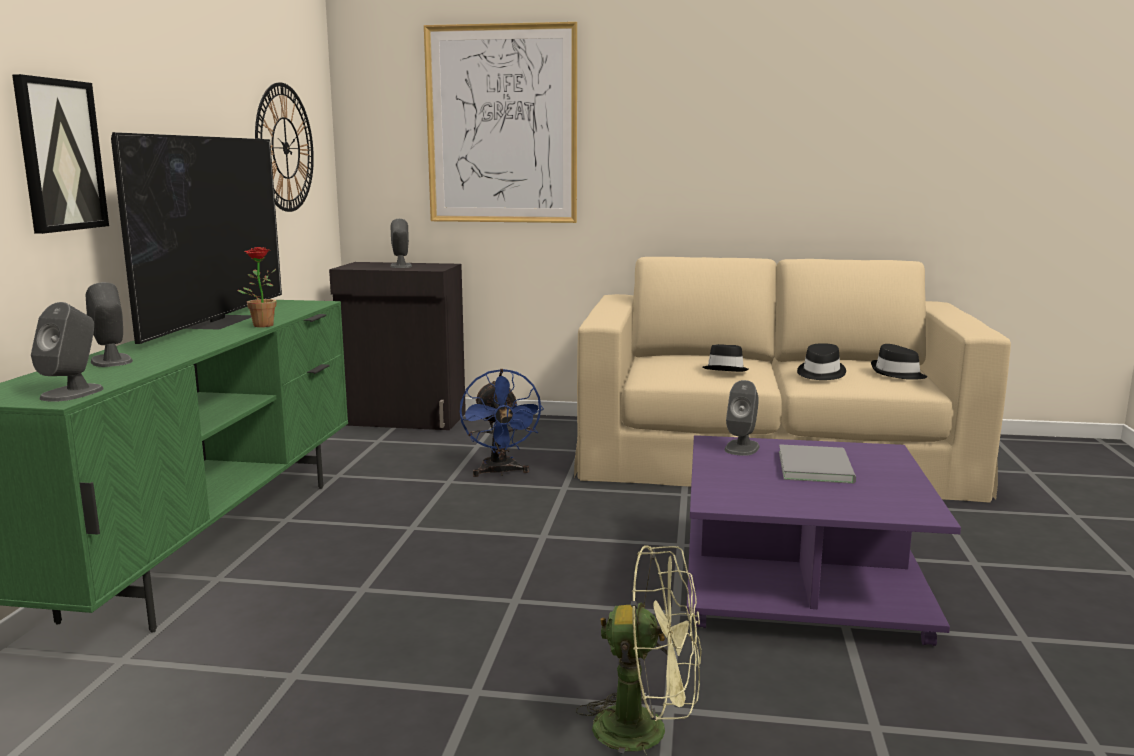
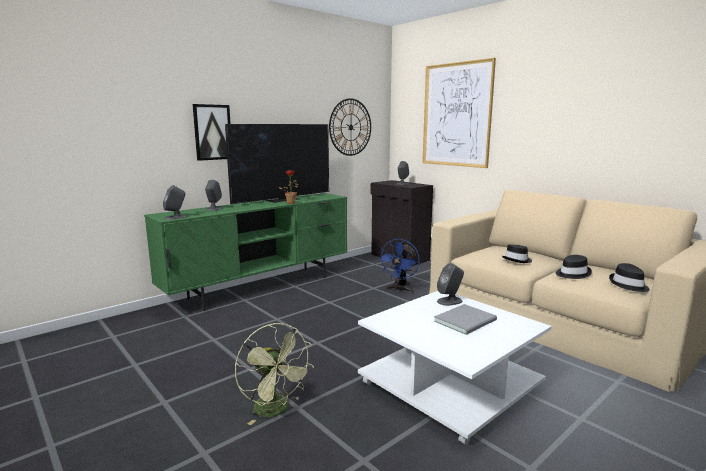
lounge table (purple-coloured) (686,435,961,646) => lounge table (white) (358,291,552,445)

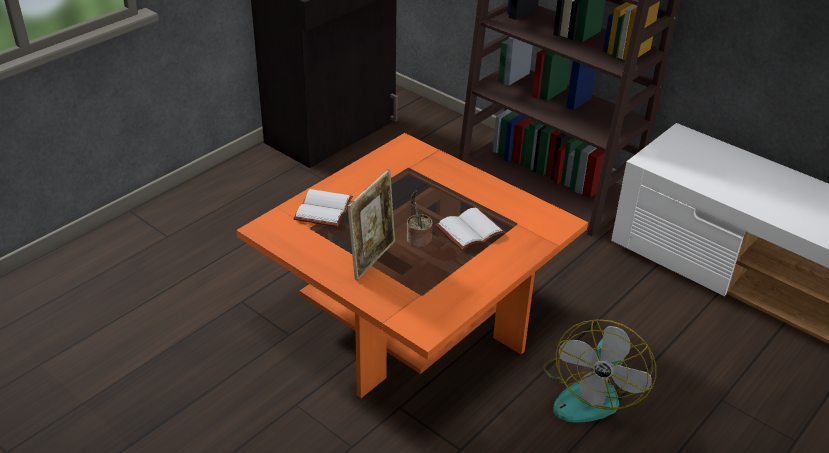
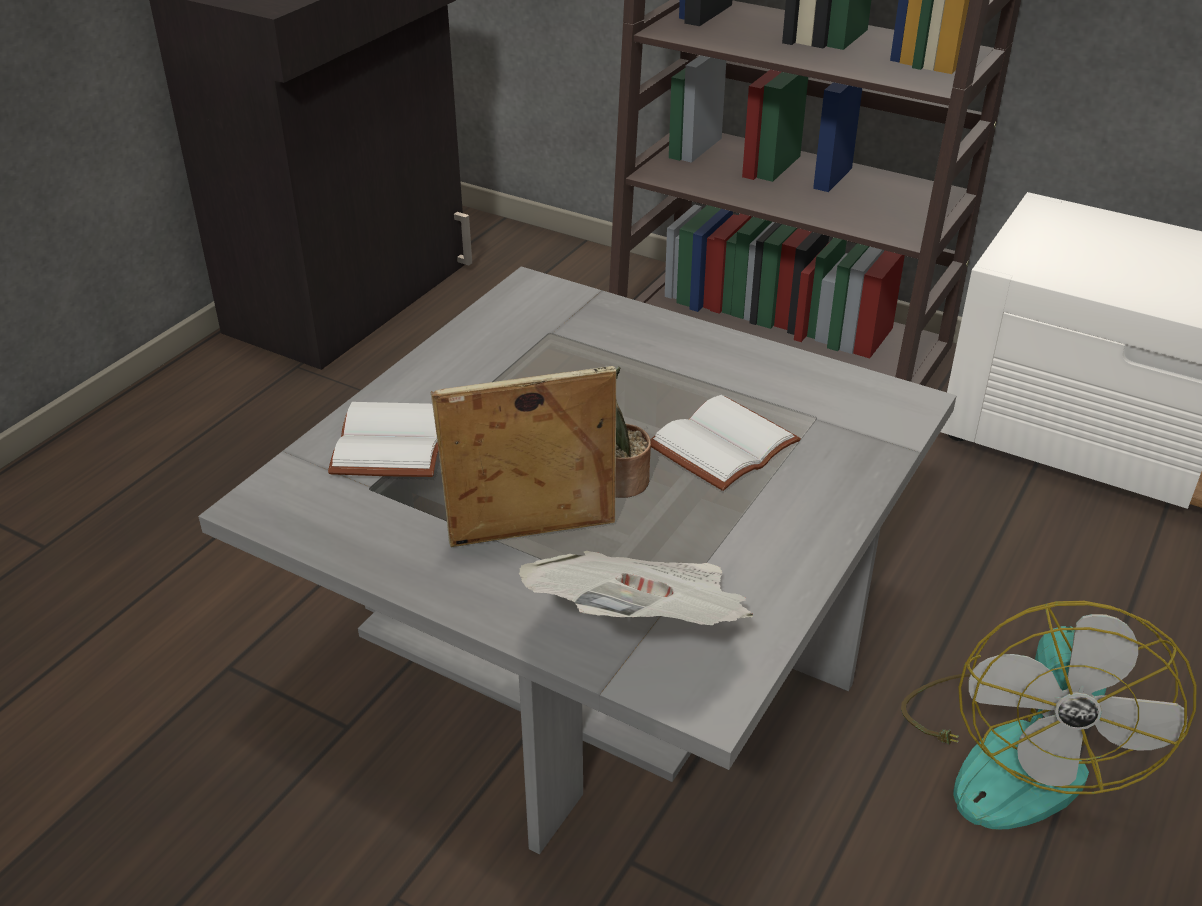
lounge table (orangey) (237,133,588,398) => lounge table (greyish) (198,266,957,854)
picture frame (348,169,395,281) => picture frame (430,366,616,547), 120 degrees counterclockwise
nothing => daily paper (519,551,753,625)

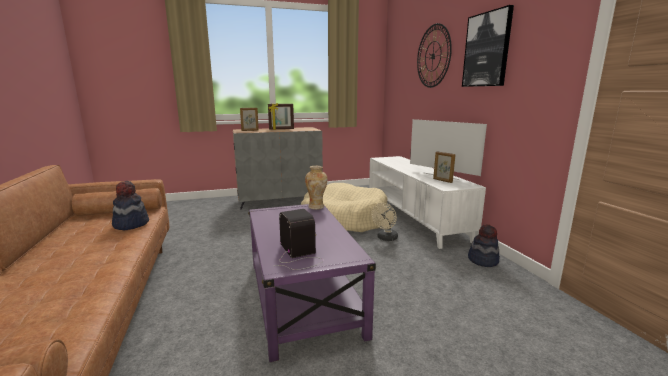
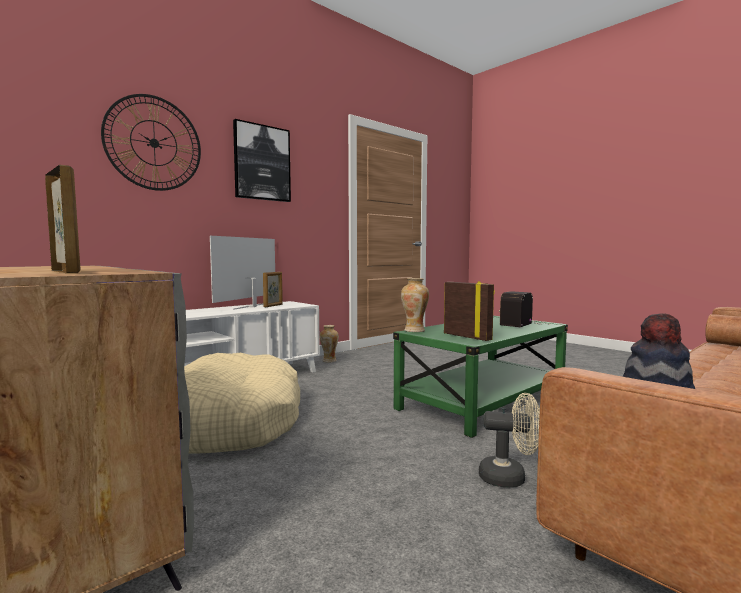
picture frame (268,103,294,130) => picture frame (444,281,495,341), relocated
cooling fan (beige) (372,203,398,241) => cooling fan (beige) (479,393,540,487), relocated
lounge table (purple-coloured) (248,204,376,362) => lounge table (green-coloured) (393,316,568,438)
clothing hat (468,224,500,267) => flower vase (320,325,339,363)

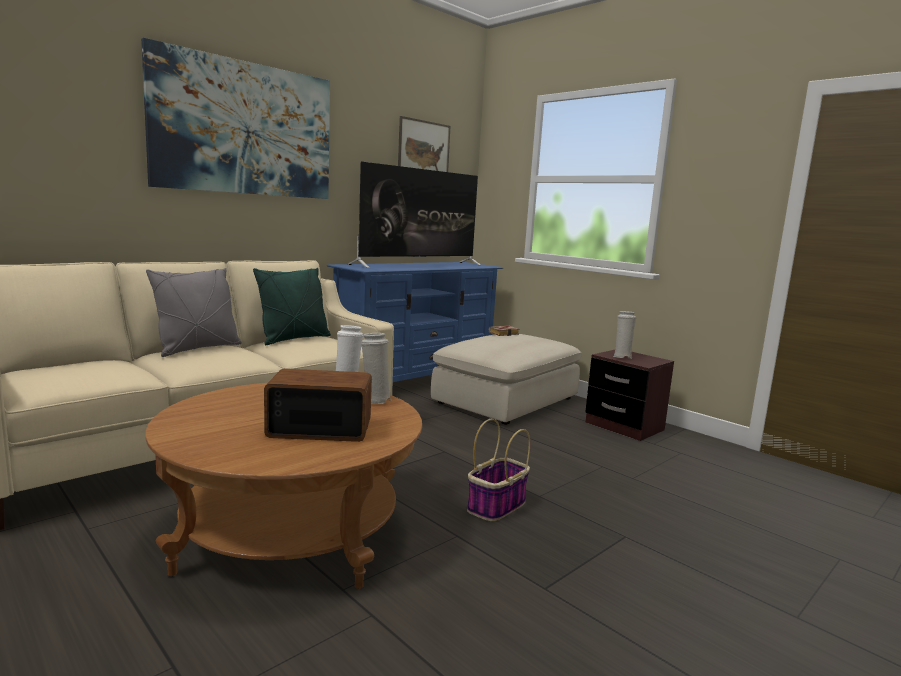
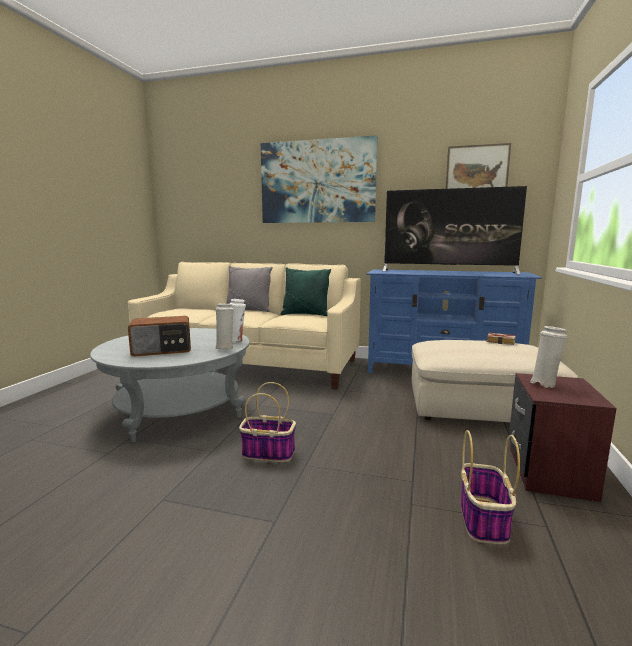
radio set (264,369,372,442) => radio set (128,316,191,357), 105 degrees clockwise
lounge table (brown) (145,383,422,589) => lounge table (greyish) (90,328,250,442)
nothing => basket (461,430,520,544)

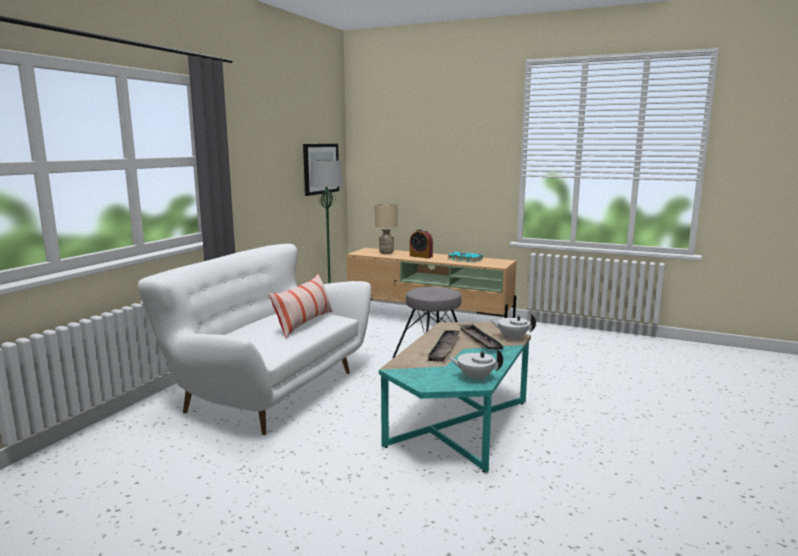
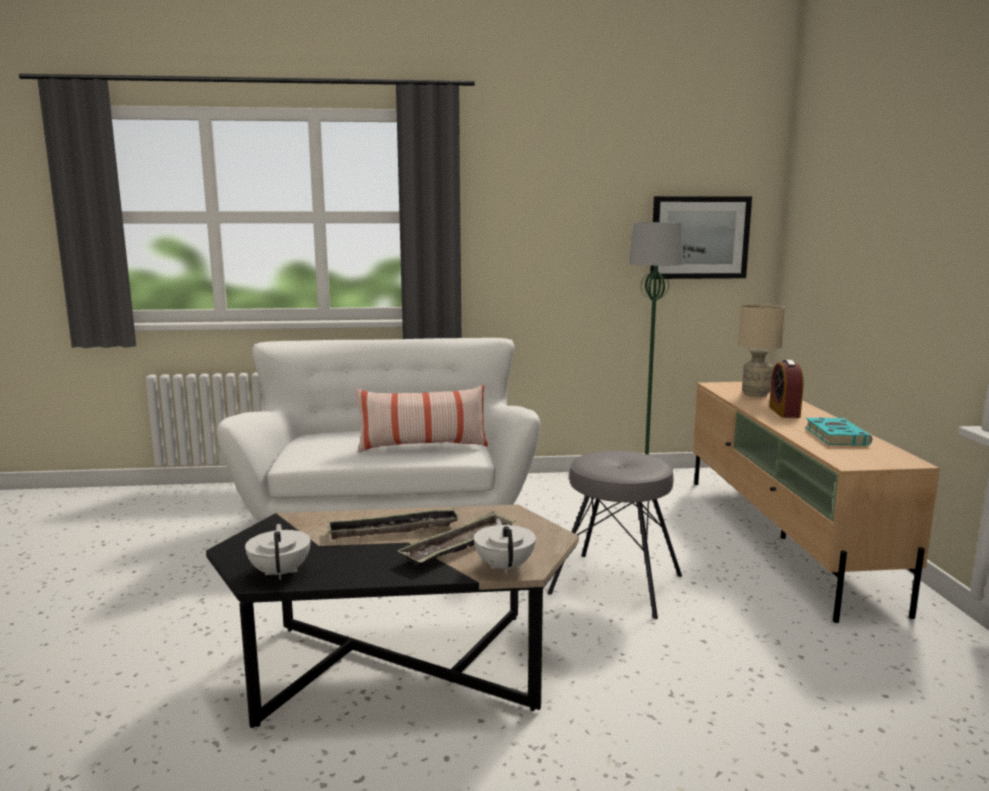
lounge table (turquoise-coloured) (379,321,531,473) => lounge table (blackish) (206,505,579,728)

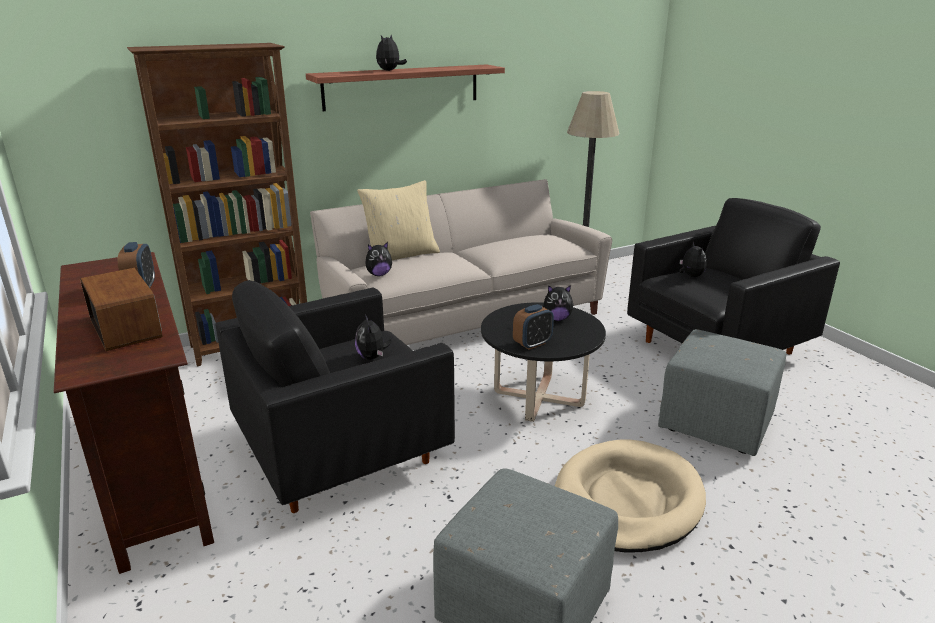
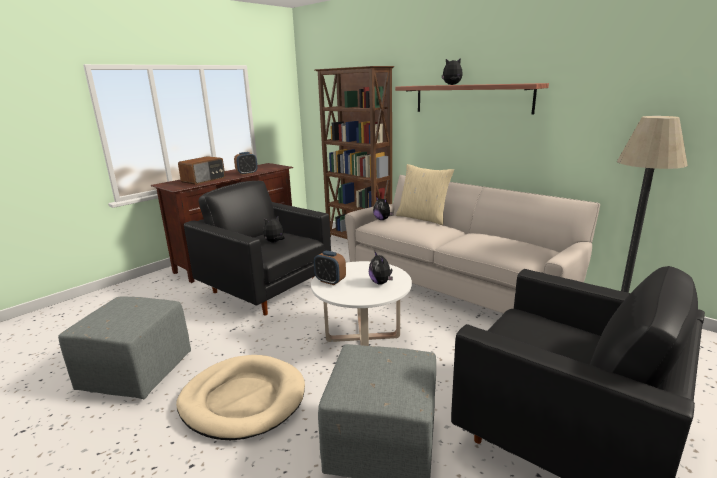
soft toy (679,241,706,277) => nothing
lounge table (blackish) (481,302,606,422) => lounge table (white) (311,261,412,346)

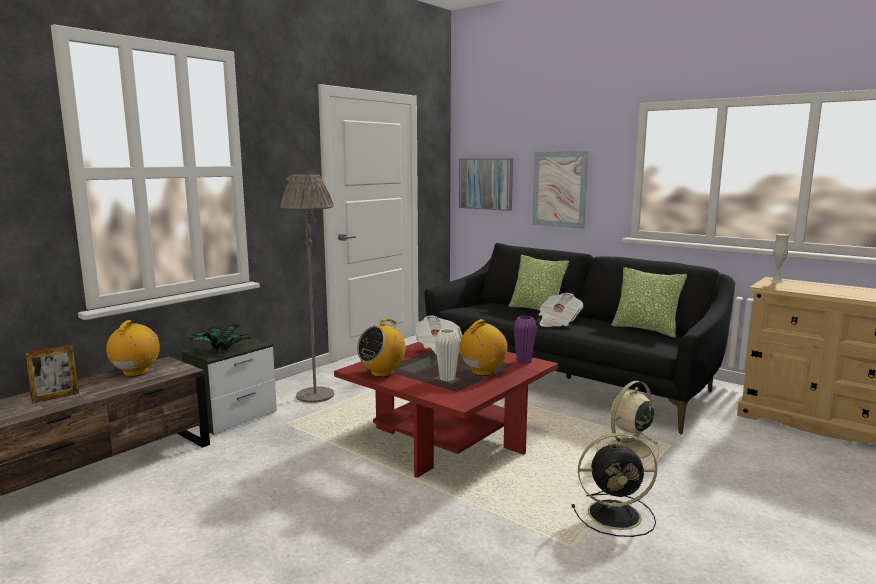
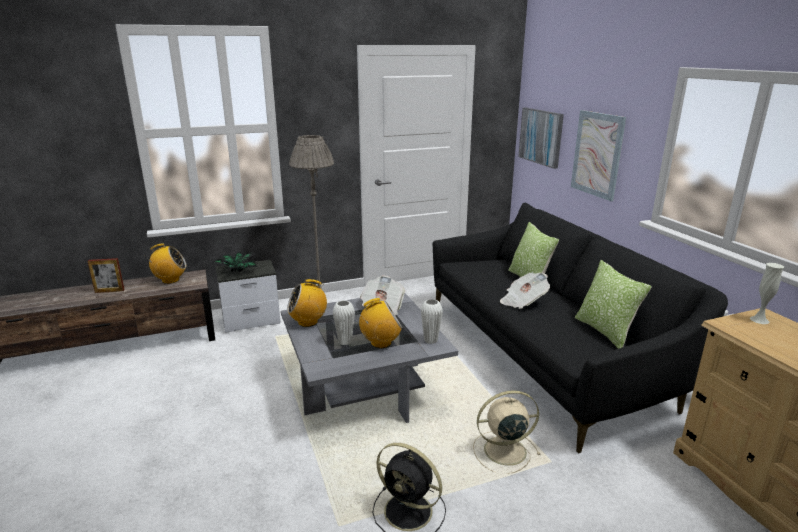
flower vase (purple-coloured) (514,316,537,364) => flower vase (white) (421,299,443,344)
radio set (106,320,160,377) => radio set (144,243,186,284), 45 degrees clockwise
lounge table (red-coloured) (334,342,558,478) => lounge table (greyish) (281,293,458,423)

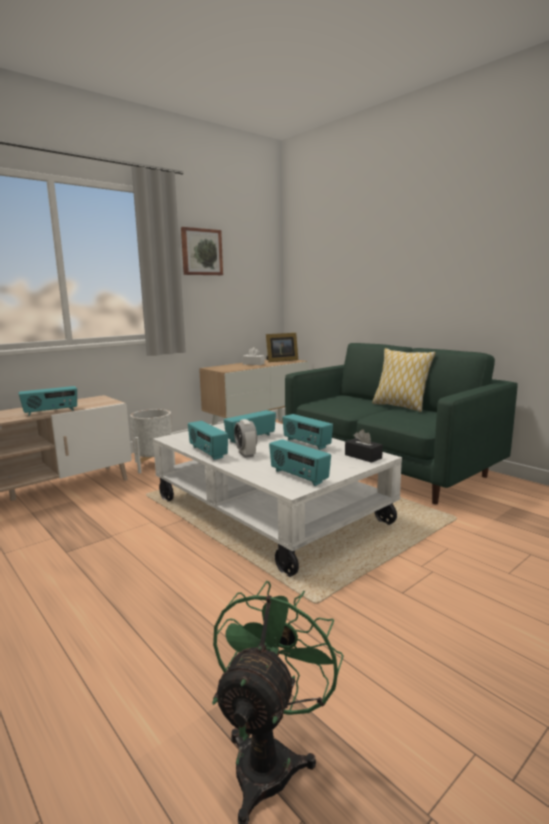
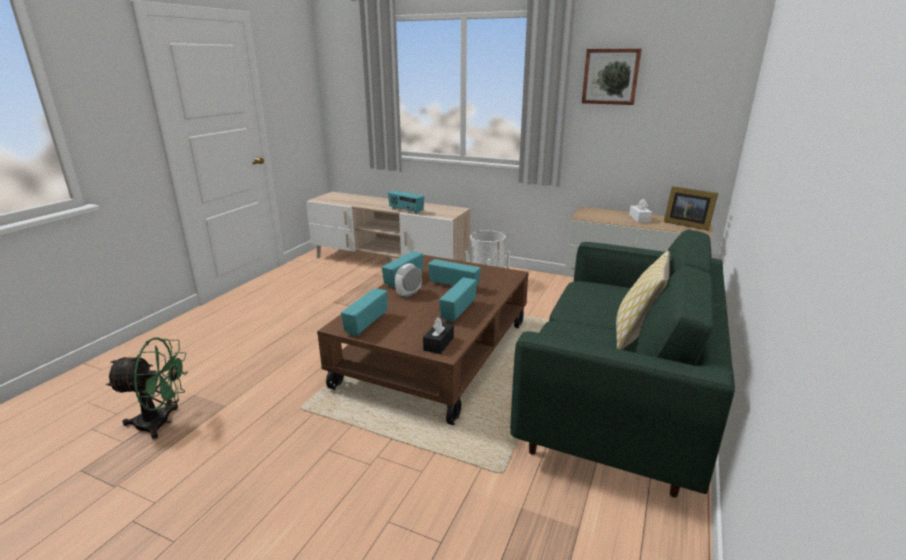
lounge table (white) (153,422,402,577) => lounge table (brown) (317,255,529,425)

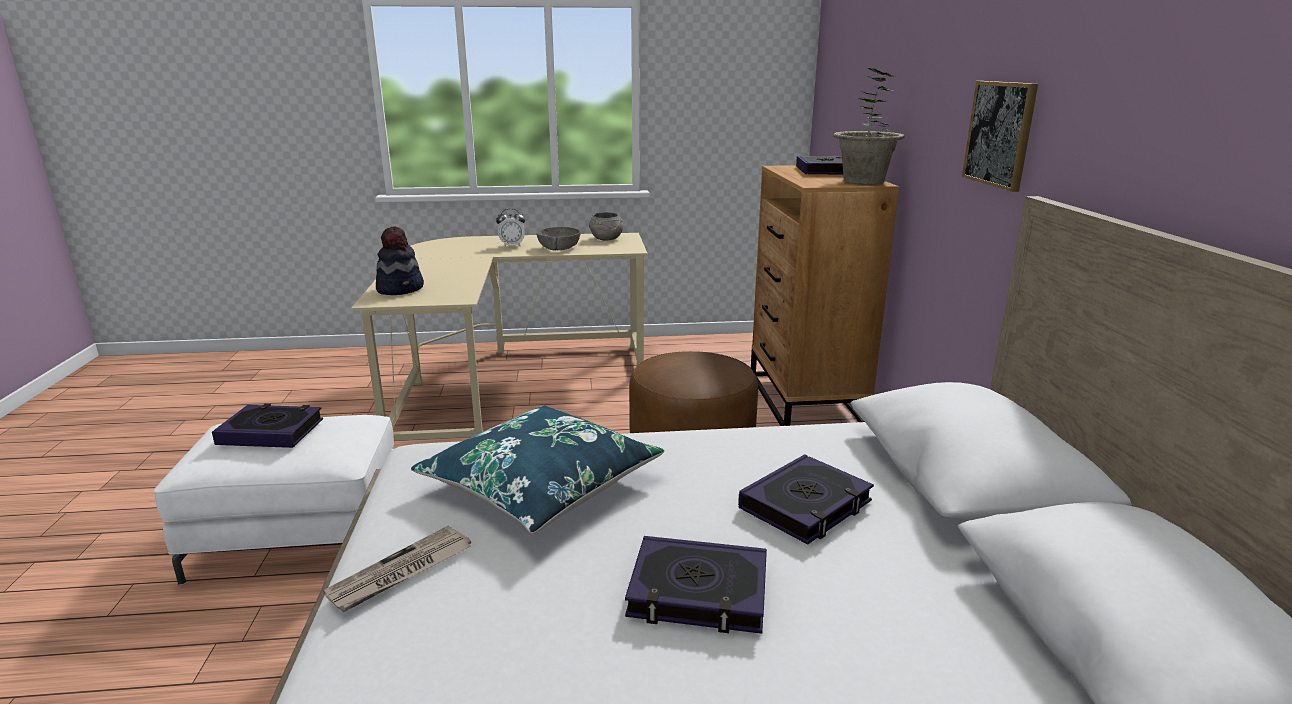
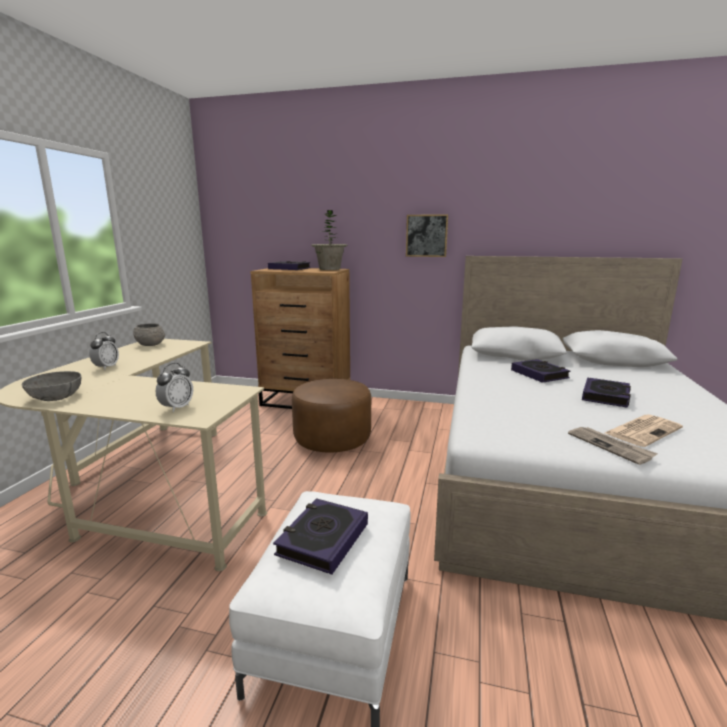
clothing hat (376,226,424,295) => alarm clock (156,363,193,412)
serving bowl (greyish) (536,227,581,251) => serving bowl (greyish) (22,371,81,401), relocated
throw pillow (bluish) (411,406,665,533) => nothing
nothing => daily paper (605,414,683,447)

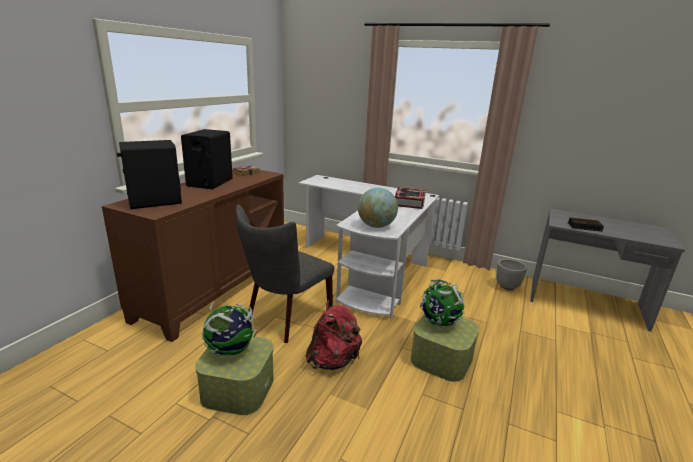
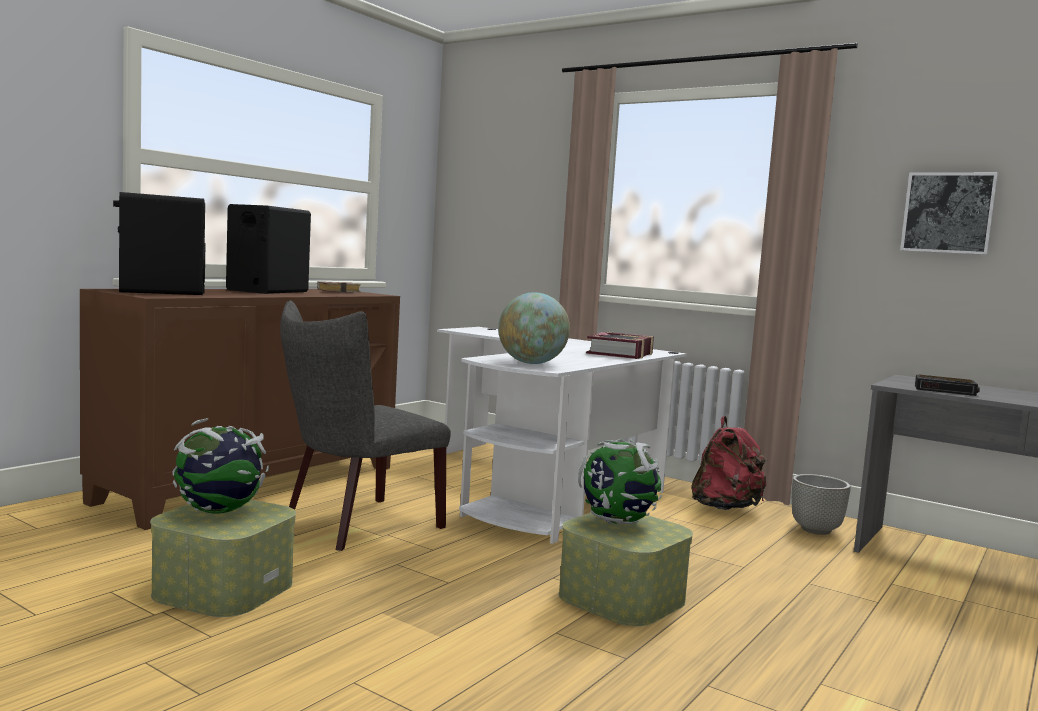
rucksack (red-coloured) (306,300,362,370) => rucksack (red-coloured) (691,416,766,510), relocated
nothing => wall picture (900,172,999,255)

